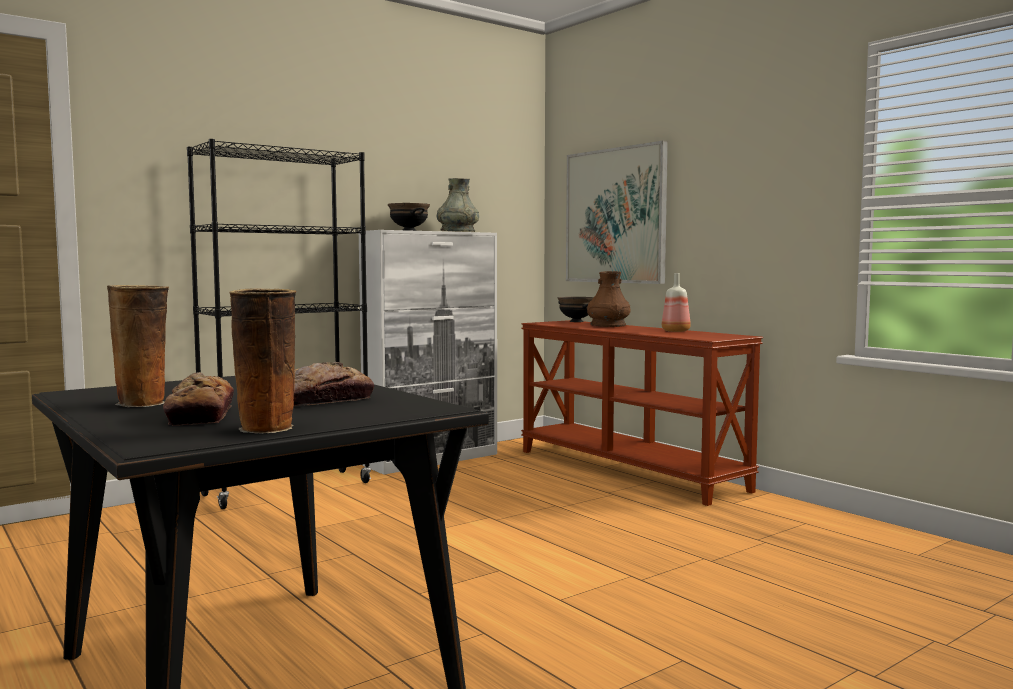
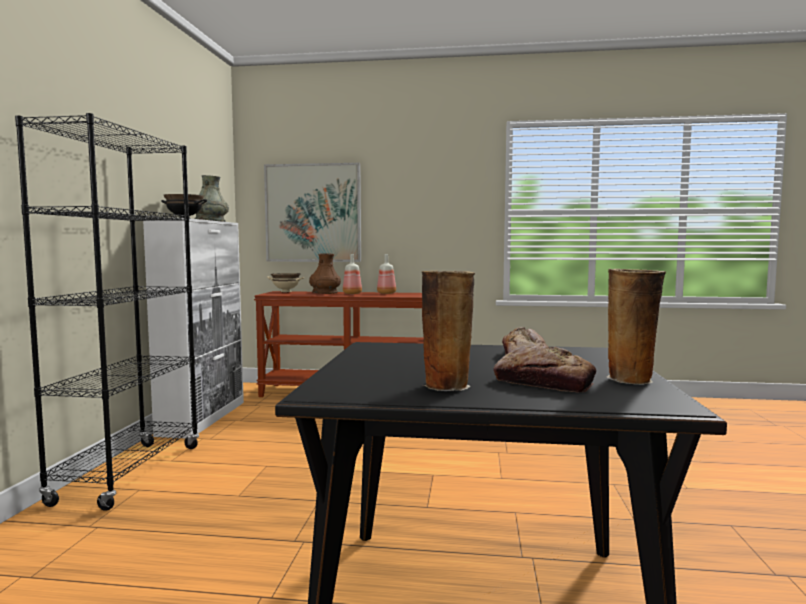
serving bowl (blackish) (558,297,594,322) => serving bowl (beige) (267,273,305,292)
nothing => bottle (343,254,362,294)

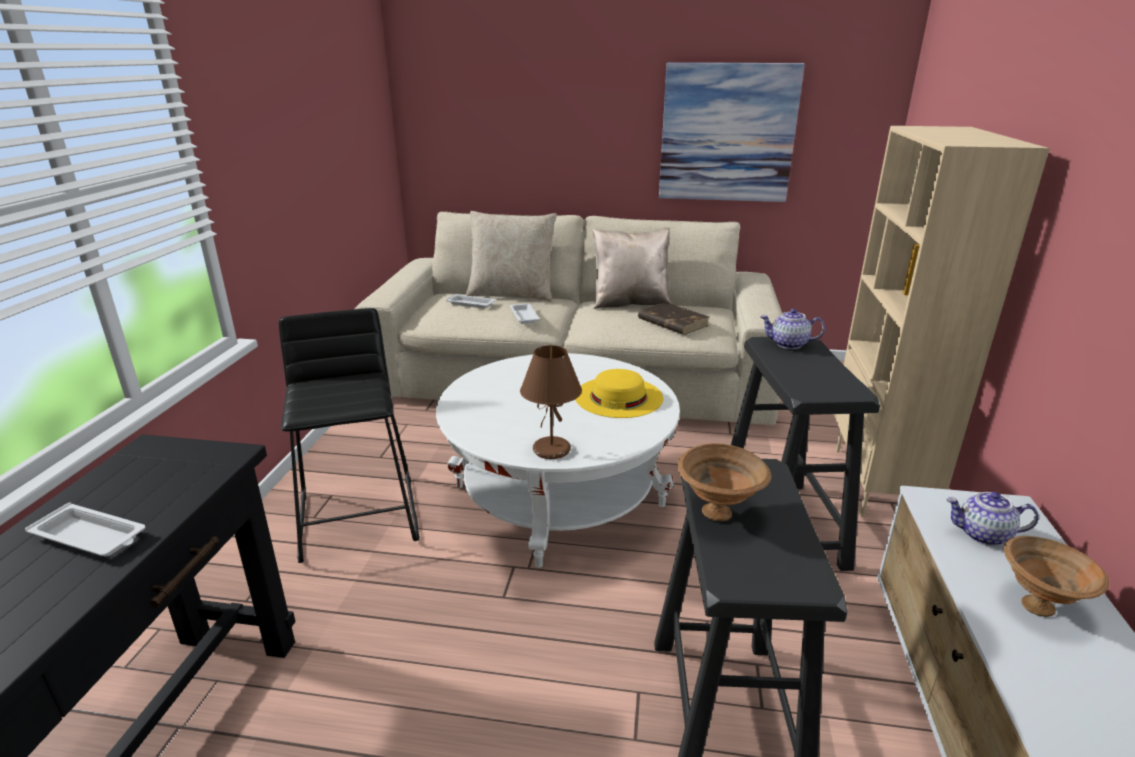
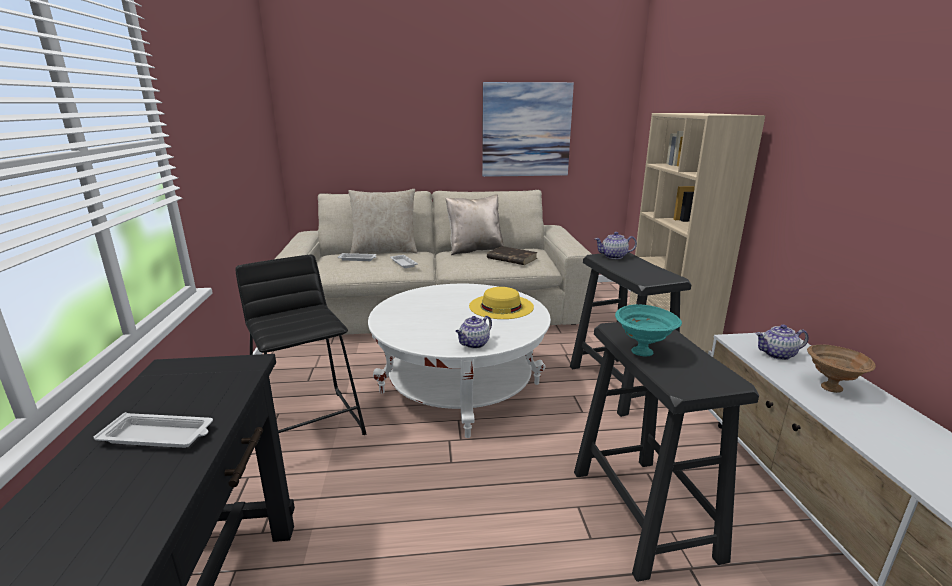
lamp for a table (brown) (520,345,582,459) => pot for tea (455,316,492,349)
serving bowl (brown) (678,443,772,521) => serving bowl (turquoise-coloured) (615,304,682,357)

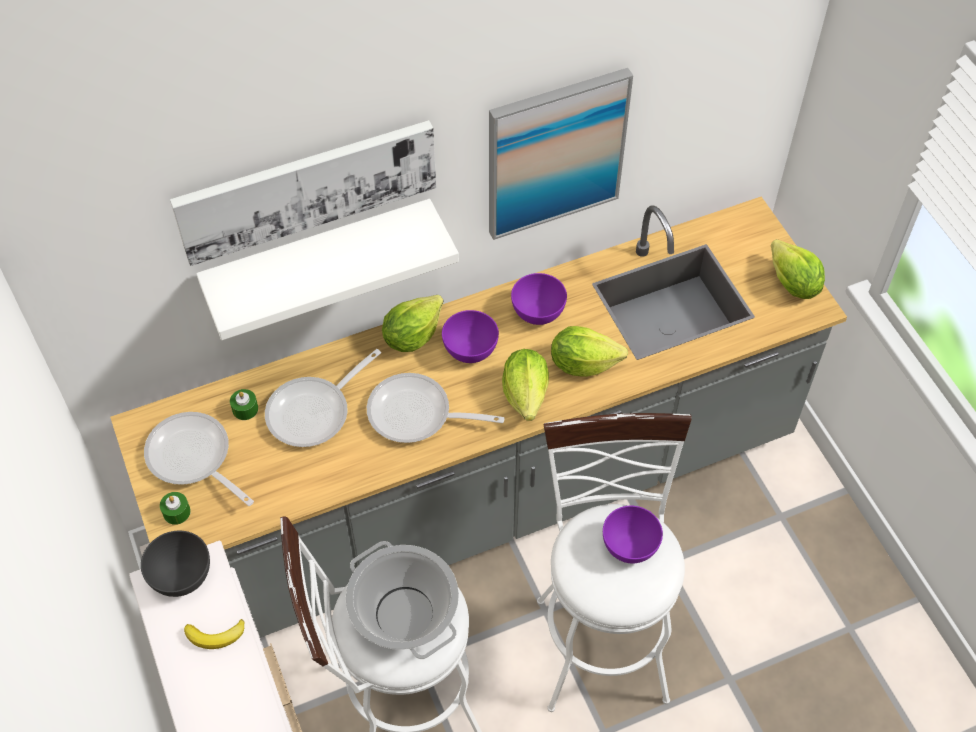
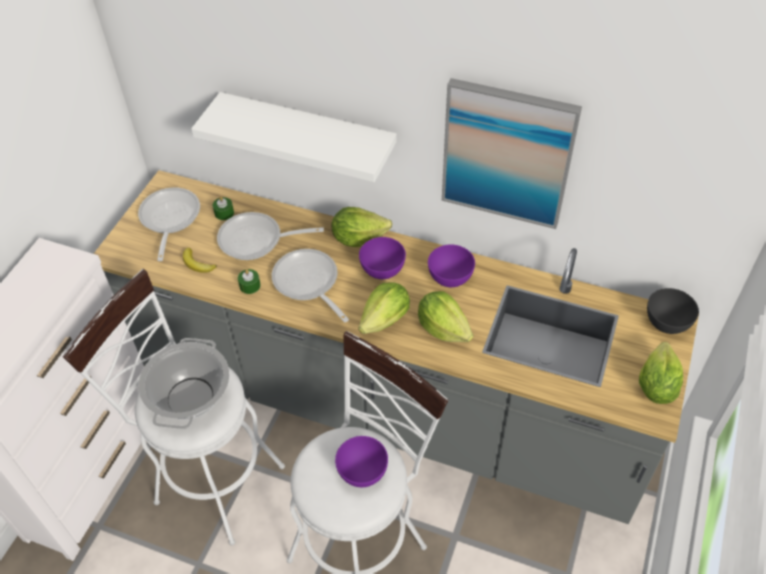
wall picture (170,120,436,266) => nothing
wax light (green-coloured) (160,492,191,525) => wax light (green-coloured) (238,269,261,294), relocated
serving bowl (greyish) (141,530,210,597) => serving bowl (greyish) (647,288,699,334), relocated
banana (184,619,244,649) => banana (183,248,217,273), relocated

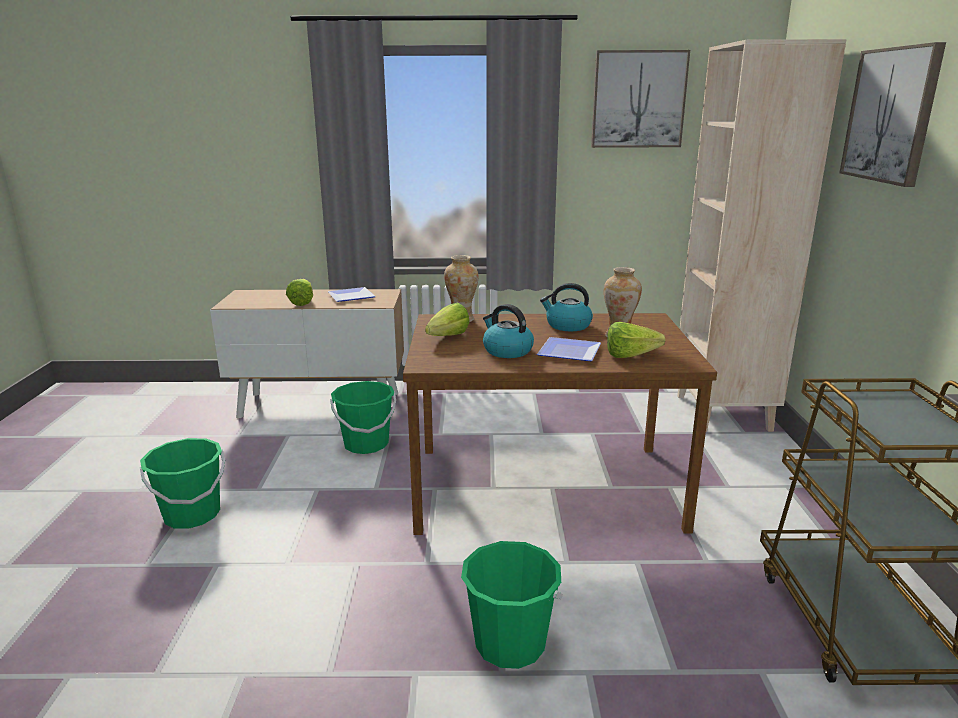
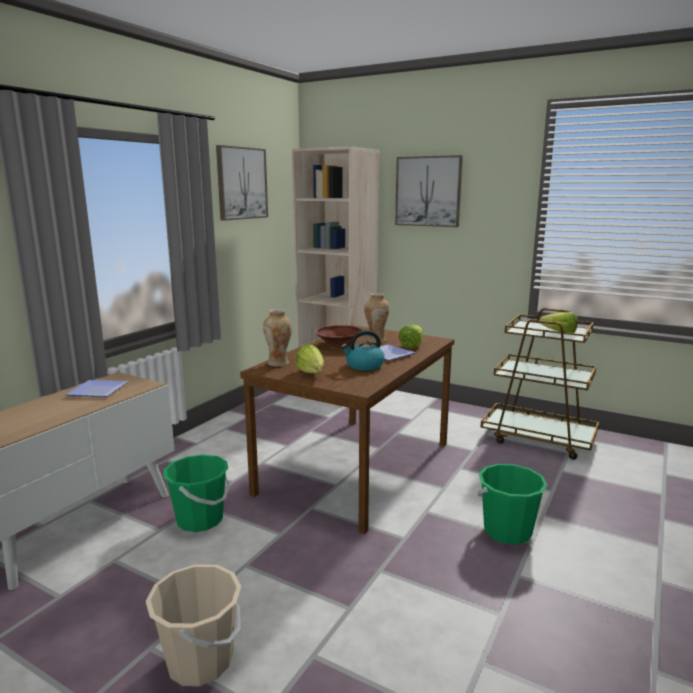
lettuce head (286,279,313,306) => lettuce head (539,312,578,333), relocated
tea kettle (540,283,593,331) => serving bowl (brown) (315,325,363,348)
bucket (green-coloured) (140,438,225,529) => bucket (beige) (146,564,241,686)

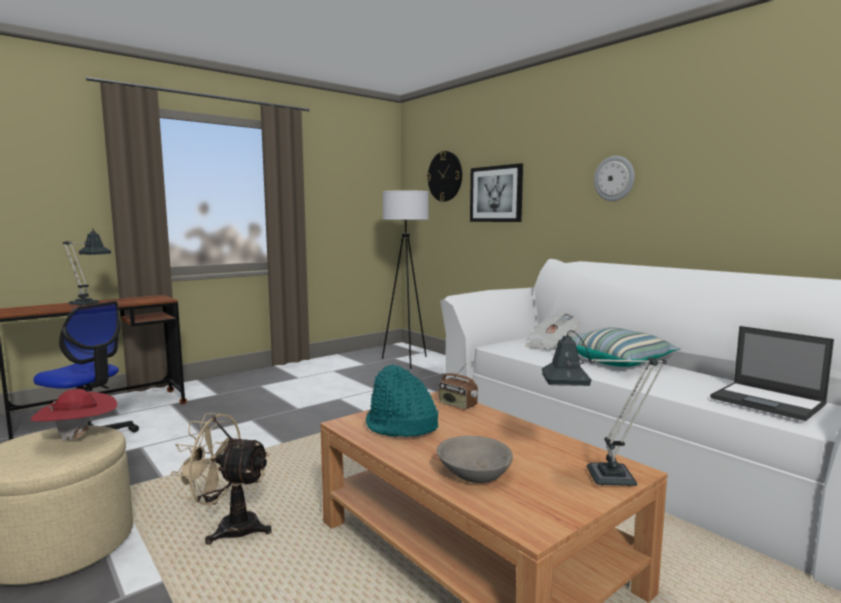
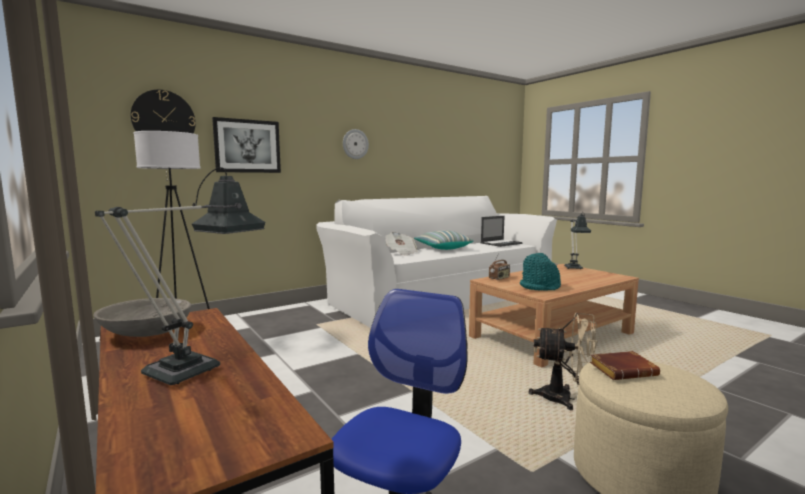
clothing hat (red-coloured) (30,389,117,442) => volume (brown) (590,351,660,380)
cooling fan (beige) (171,413,272,545) => cooling fan (beige) (529,313,598,410), 90 degrees counterclockwise
serving bowl (greyish) (437,436,513,483) => serving bowl (greyish) (93,298,191,337), relocated

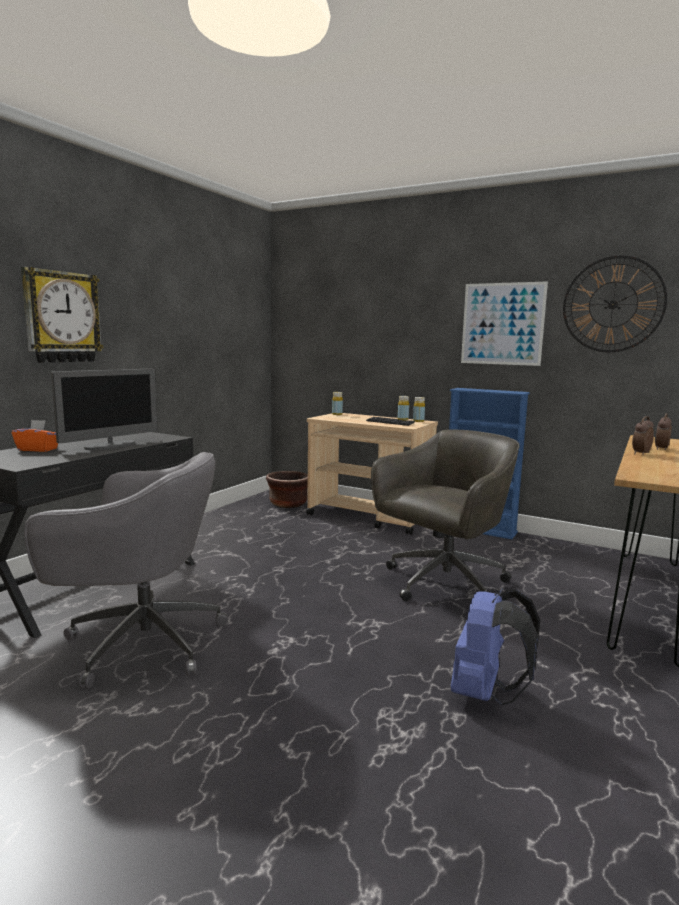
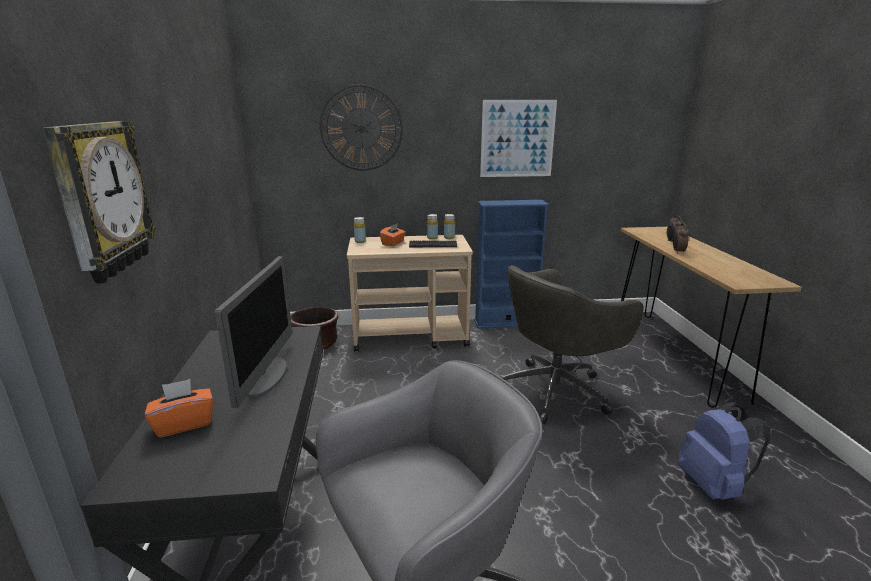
wall clock (563,255,667,352) => wall clock (320,84,403,171), relocated
desk chair (greyish) (371,430,520,601) => desk chair (greyish) (501,265,644,424), 135 degrees counterclockwise
nothing => box of tissues (orangey) (379,223,406,246)

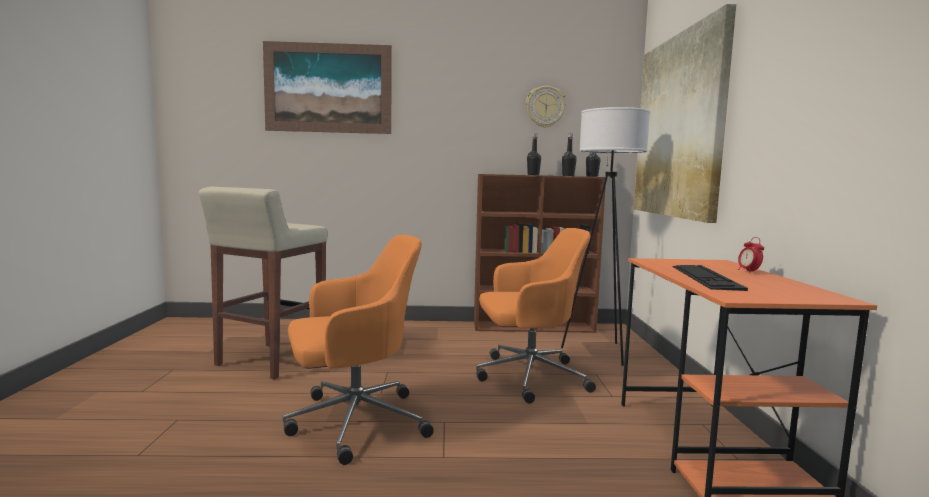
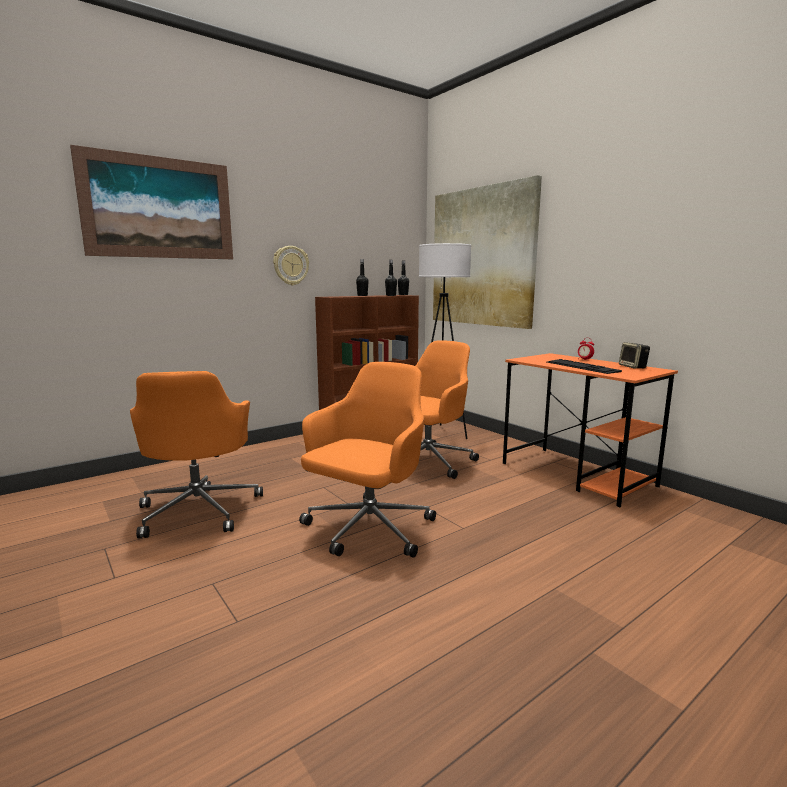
wall clock (526,86,566,127) => wall clock (273,246,309,285), relocated
stool (beige) (199,187,327,379) => desk chair (orangey) (130,371,263,539)
nothing => speaker (619,342,650,369)

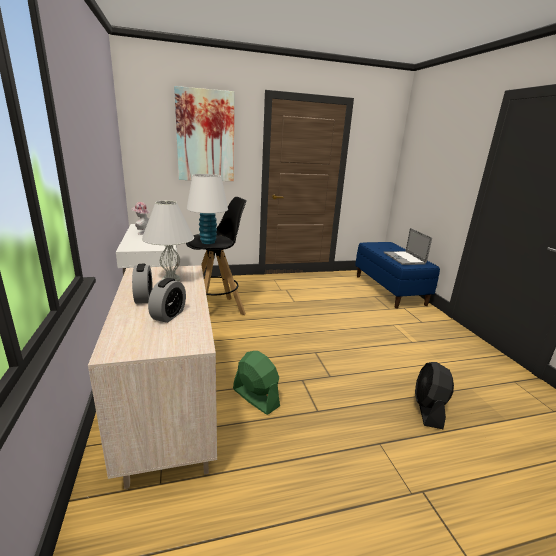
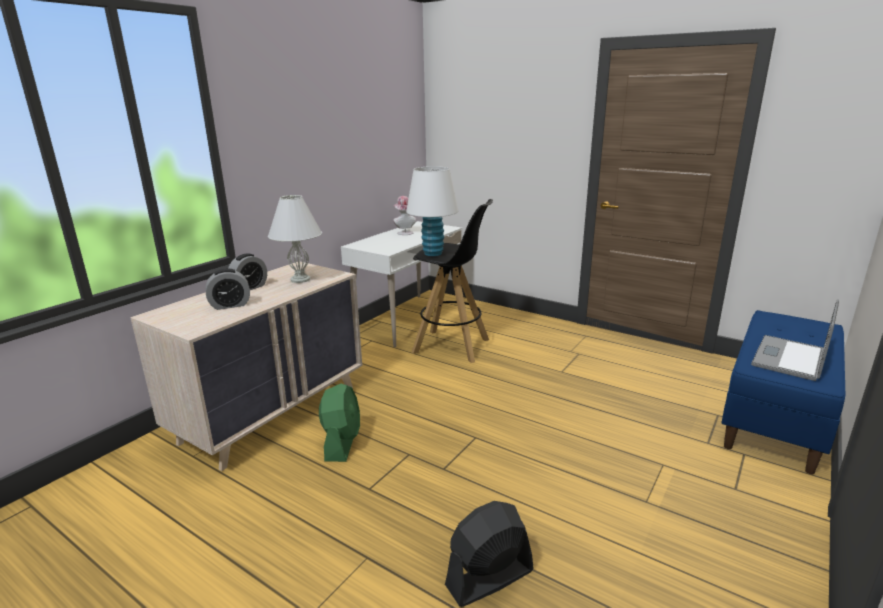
wall picture (174,86,234,181) => nothing

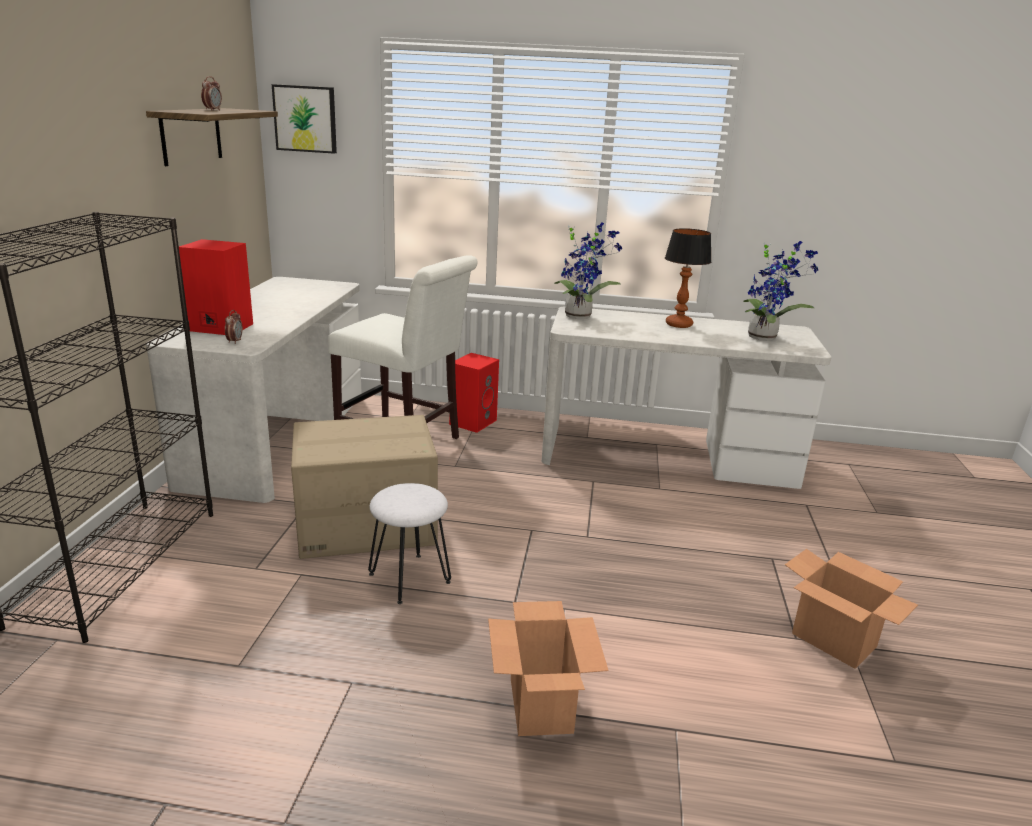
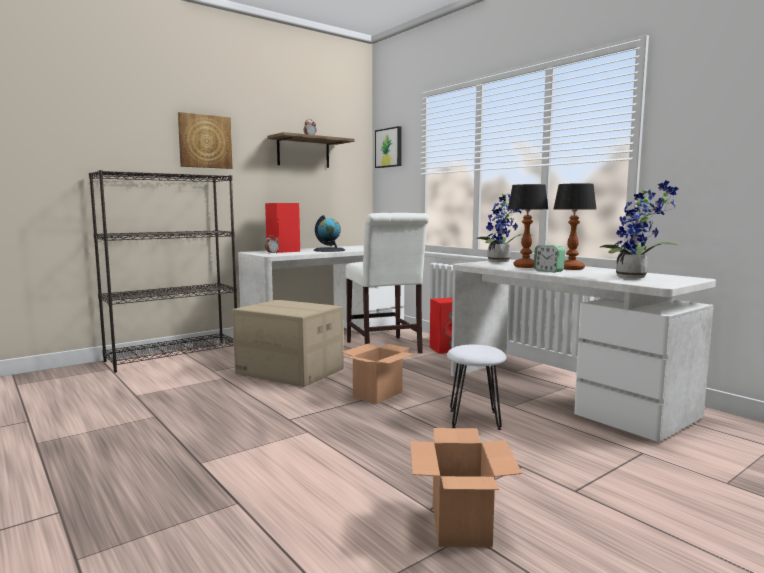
stool (white) (368,483,451,604) => stool (white) (447,345,506,430), relocated
carton (488,601,609,736) => carton (342,343,414,404), relocated
nothing => wall picture (178,112,233,169)
nothing => lamp for a table (508,184,548,268)
nothing => globe (314,215,345,252)
nothing => alarm clock (534,245,565,272)

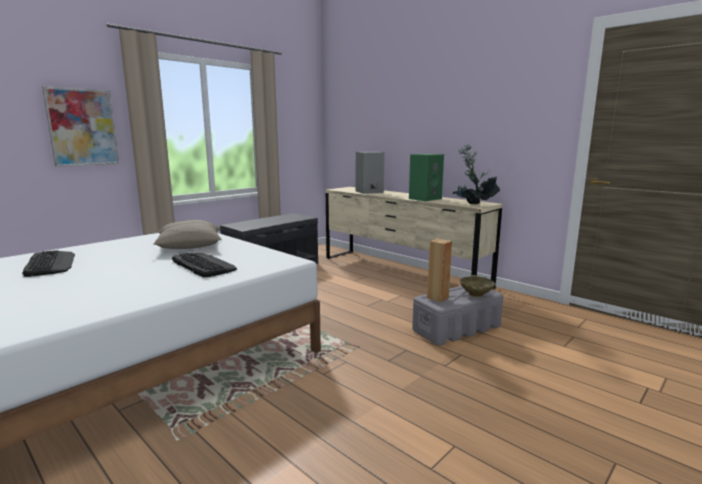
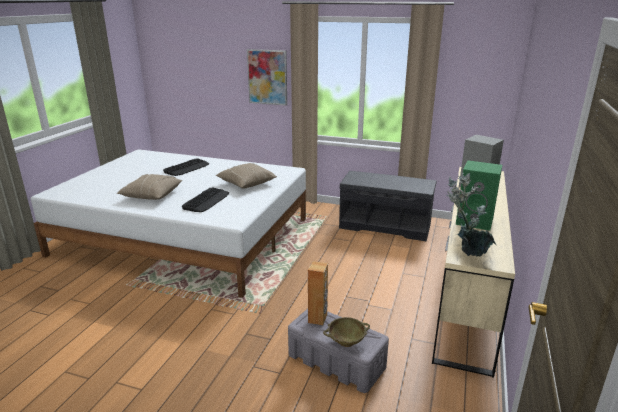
nothing => throw pillow (beige) (117,174,182,200)

